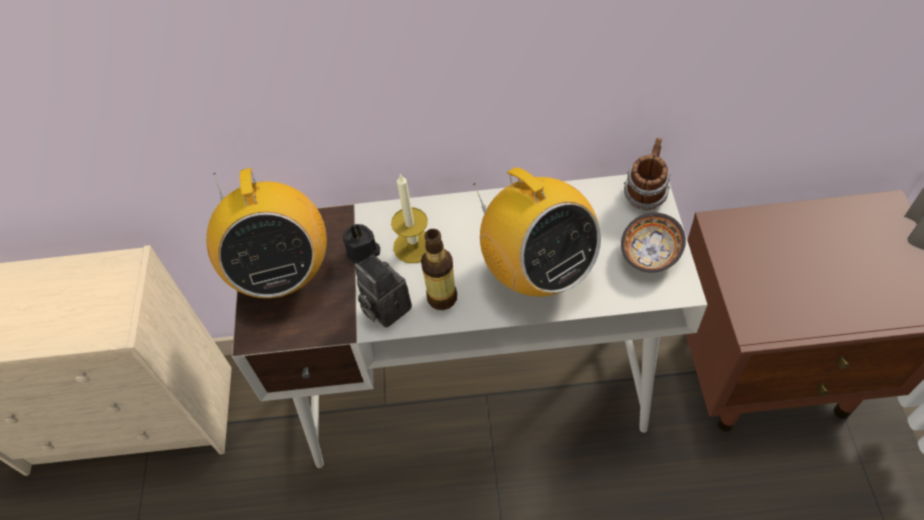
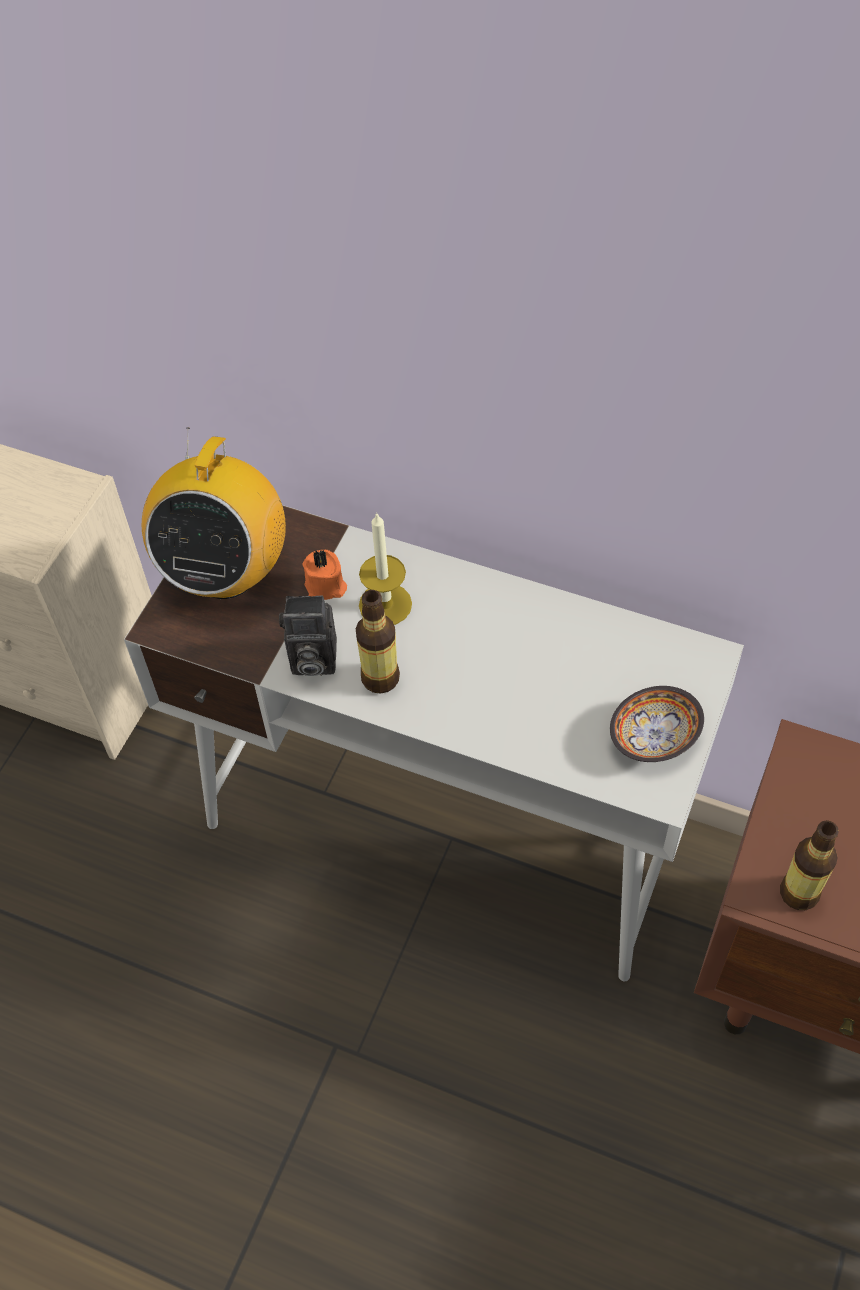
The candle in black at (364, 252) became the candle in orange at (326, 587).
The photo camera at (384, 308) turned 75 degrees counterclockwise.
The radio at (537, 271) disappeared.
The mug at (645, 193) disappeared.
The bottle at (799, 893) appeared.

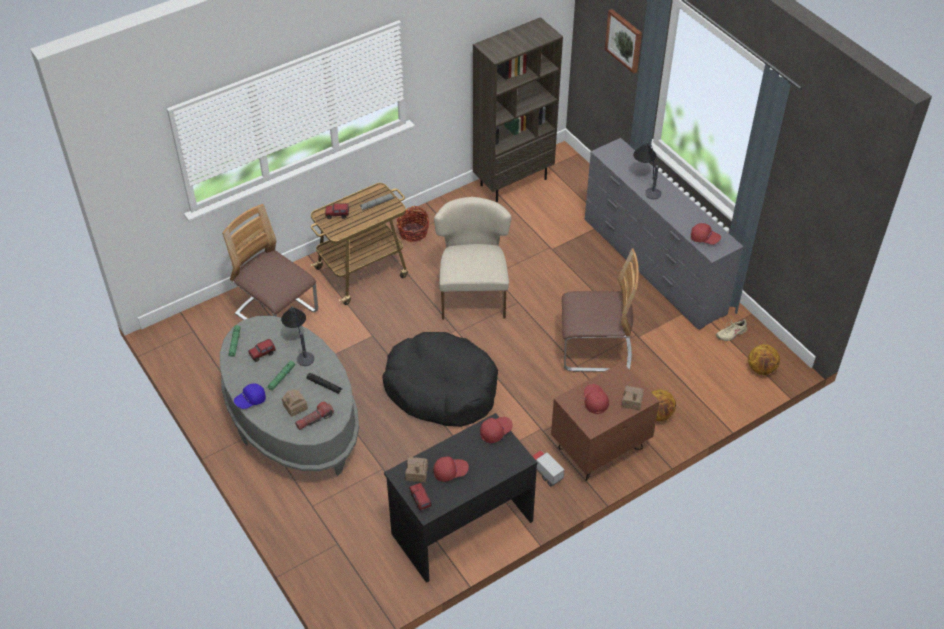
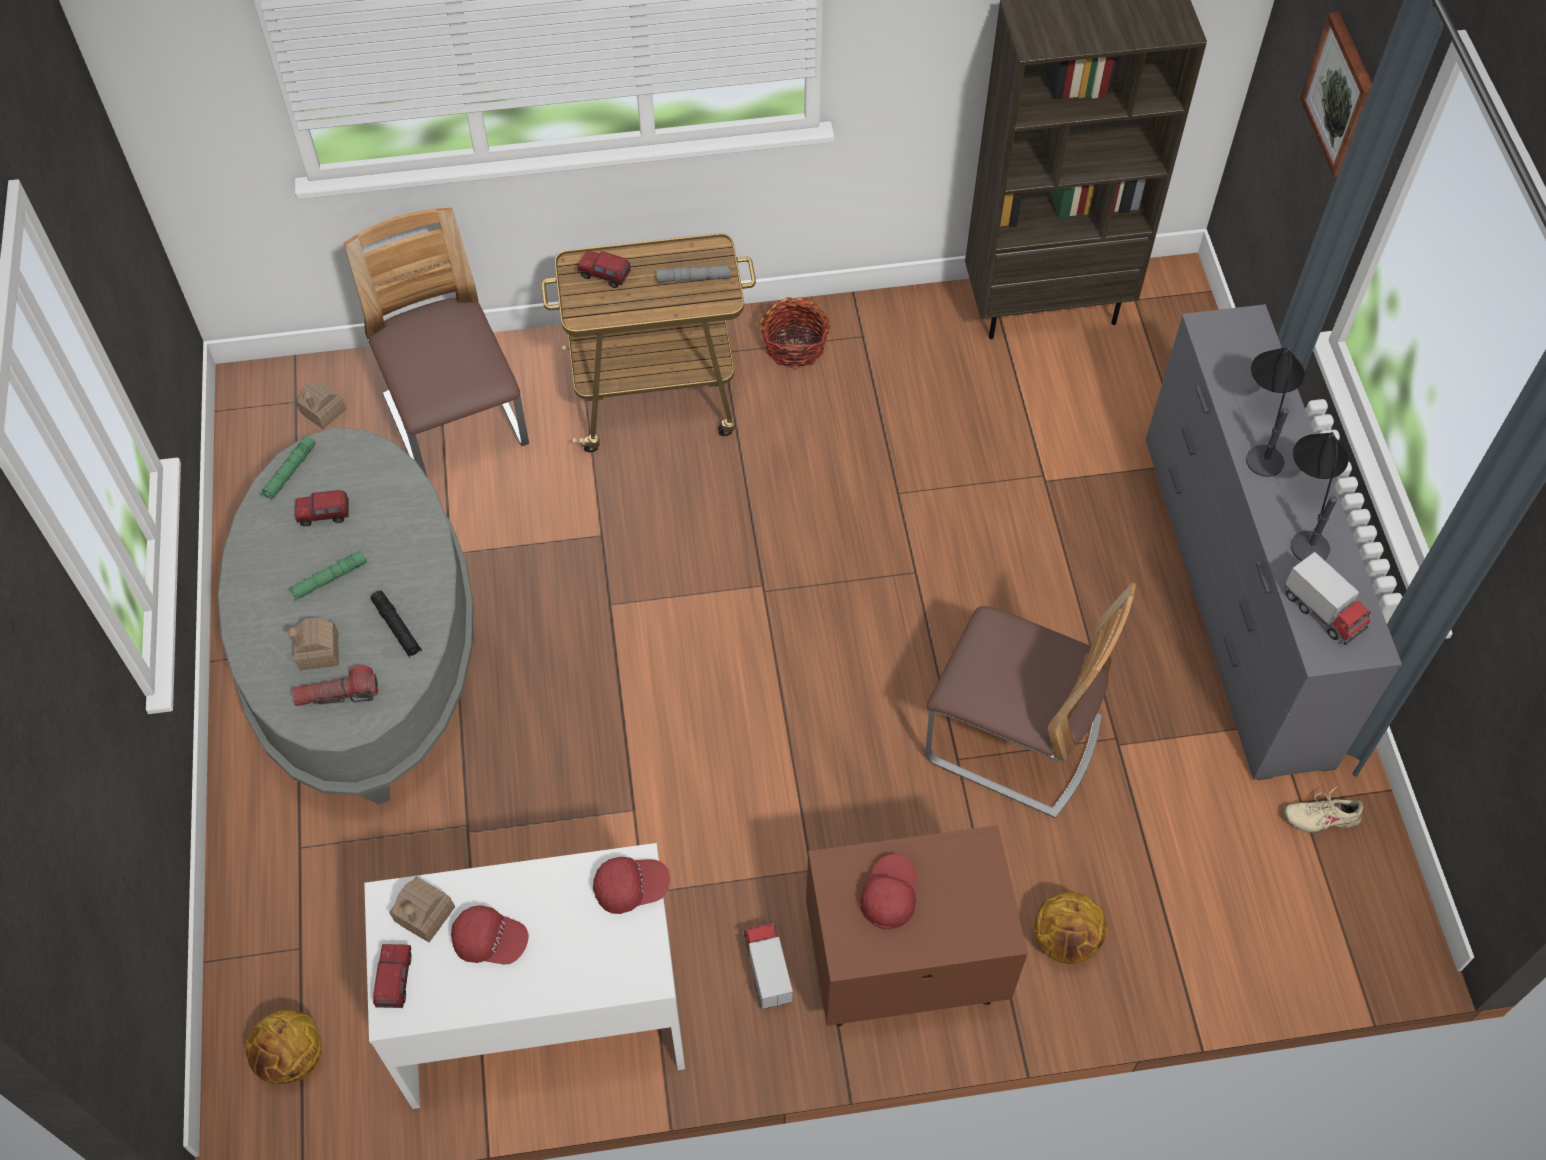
The cap in blue at (250, 400) disappeared.
The table lamp moved from (299, 346) to (1305, 514).
The dog bed in black at (441, 389) disappeared.
The desk in black at (461, 526) became the desk in white at (543, 1016).
The chair in beige at (473, 294) disappeared.
The toy house moved from (632, 401) to (323, 411).
The cap in red at (704, 238) was replaced by the toy truck at (1323, 612).
The basketball moved from (761, 369) to (292, 1058).

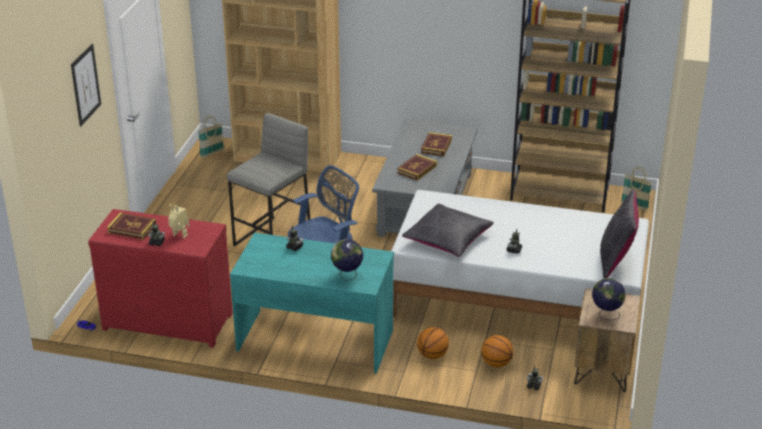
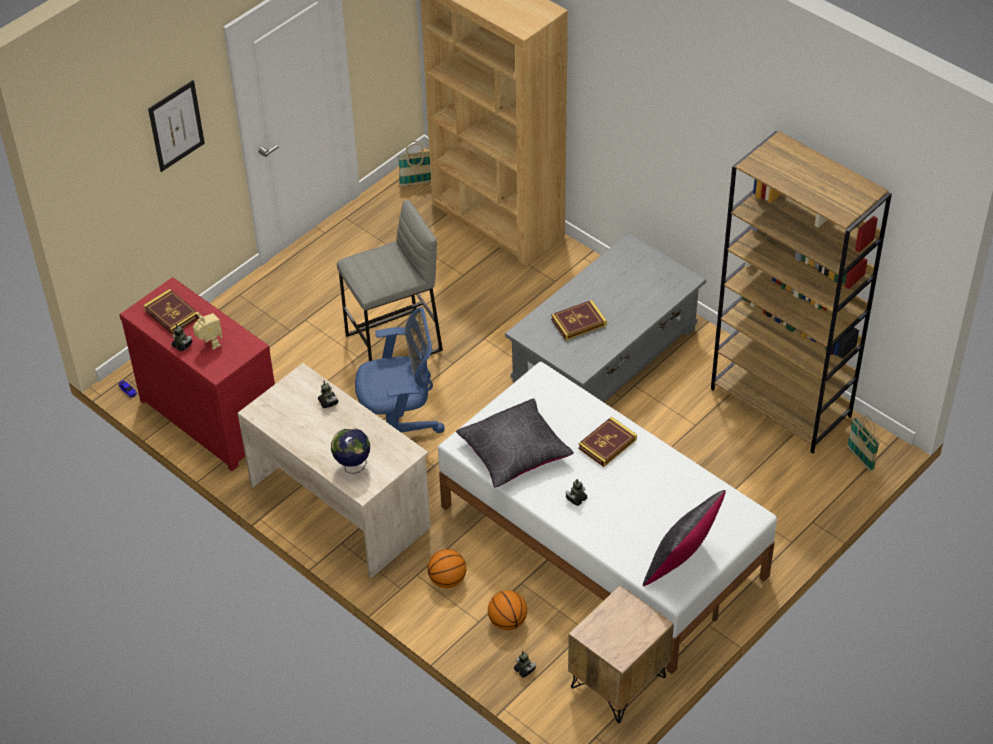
The desk in turquoise at (315, 340) became the desk in beige at (341, 505).
The book moved from (436, 146) to (607, 444).
The globe at (606, 314) disappeared.

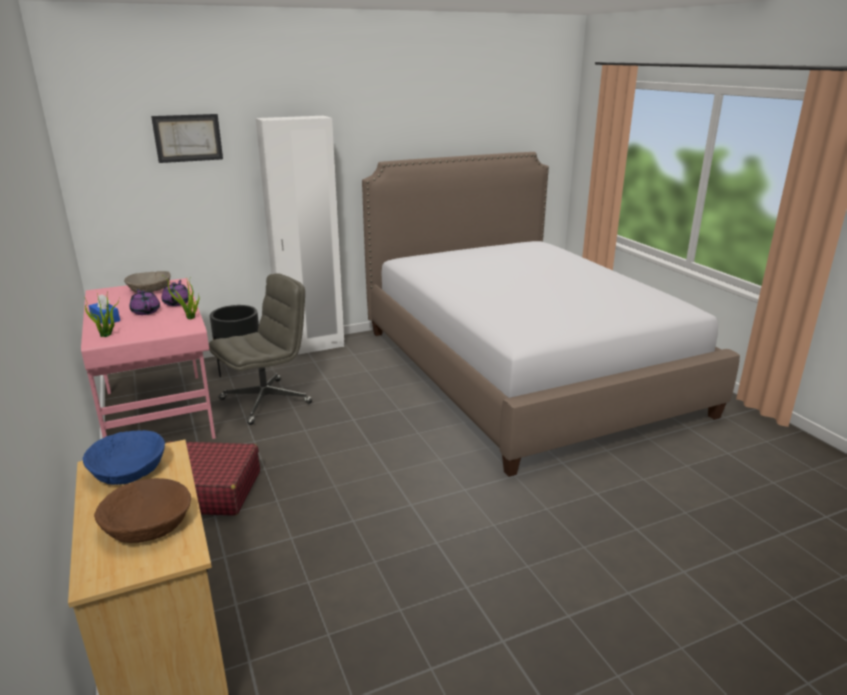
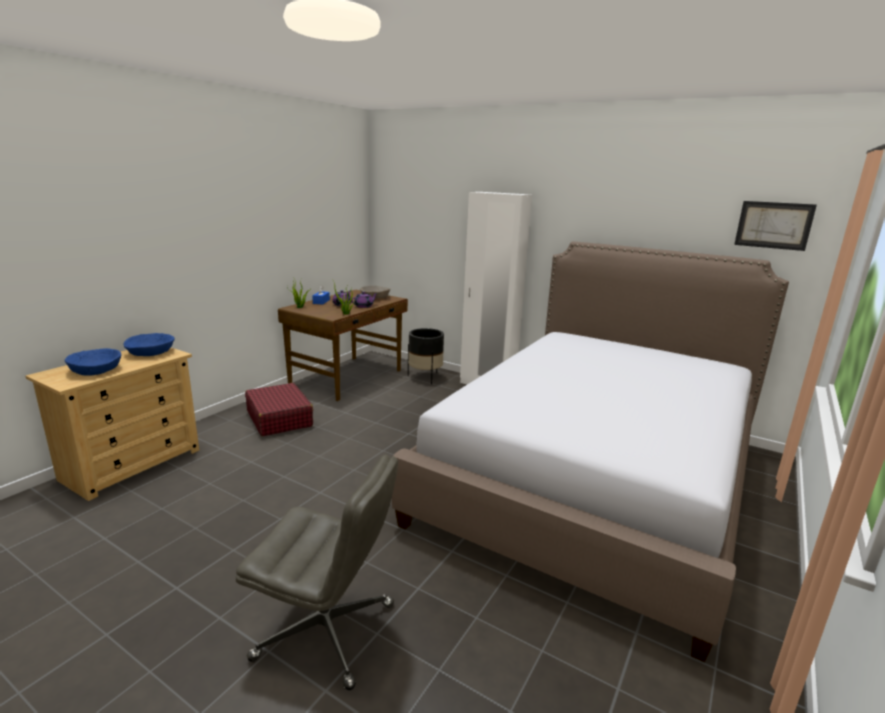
The desk in pink at (160, 412) became the desk in brown at (348, 377).
The bowl in brown at (147, 524) became the bowl in blue at (96, 370).
The picture moved from (188, 138) to (773, 225).
The office chair in grey moved from (266, 401) to (327, 631).

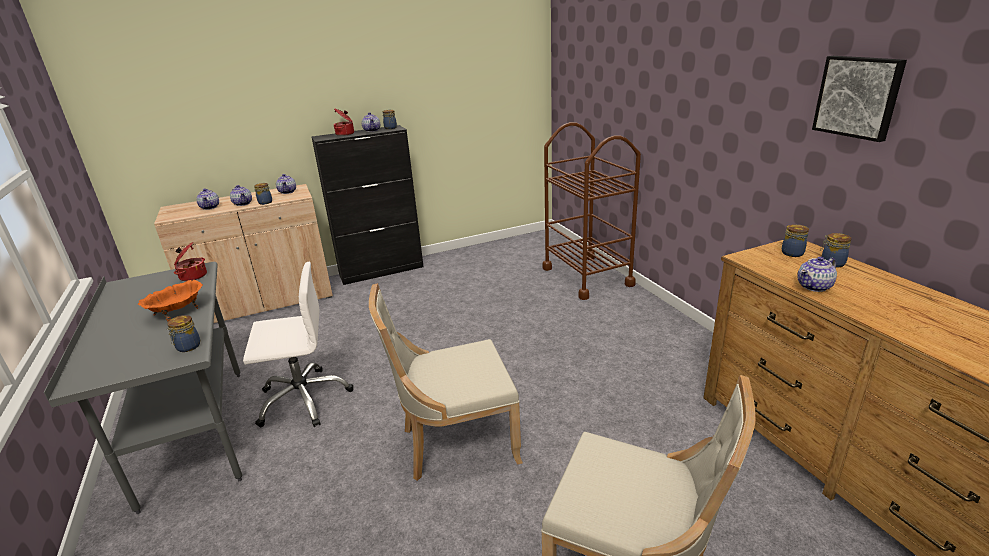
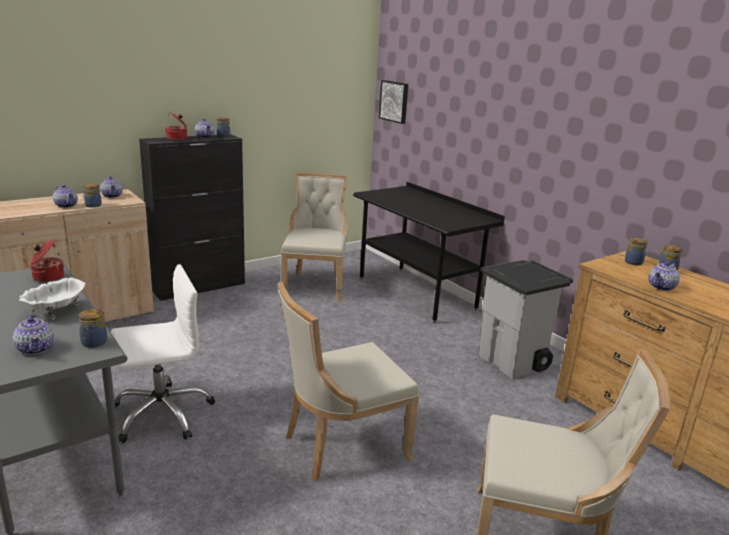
The bowl in orange at (178, 311) became the bowl in white at (56, 311).
The teapot moved from (210, 207) to (36, 348).
The cart in brown at (587, 276) was replaced by the desk in black at (416, 294).
The picture moved from (858, 97) to (394, 101).
The chair in beige at (315, 285) appeared.
The trash can in grey at (513, 362) appeared.

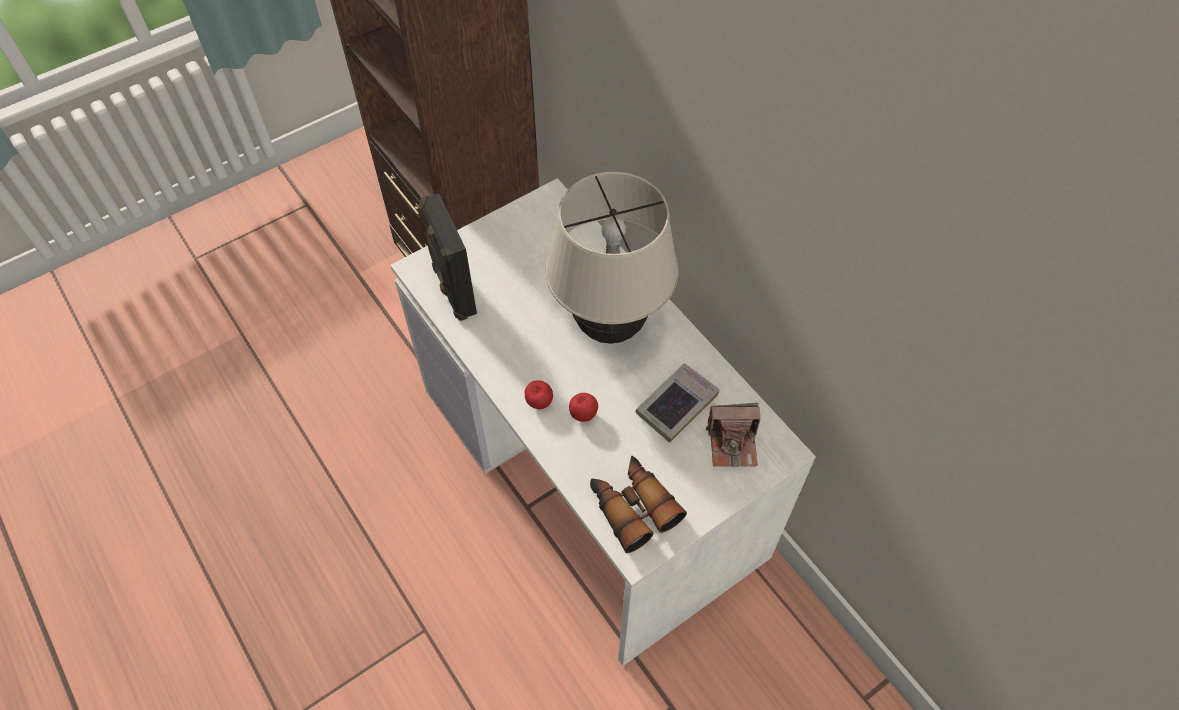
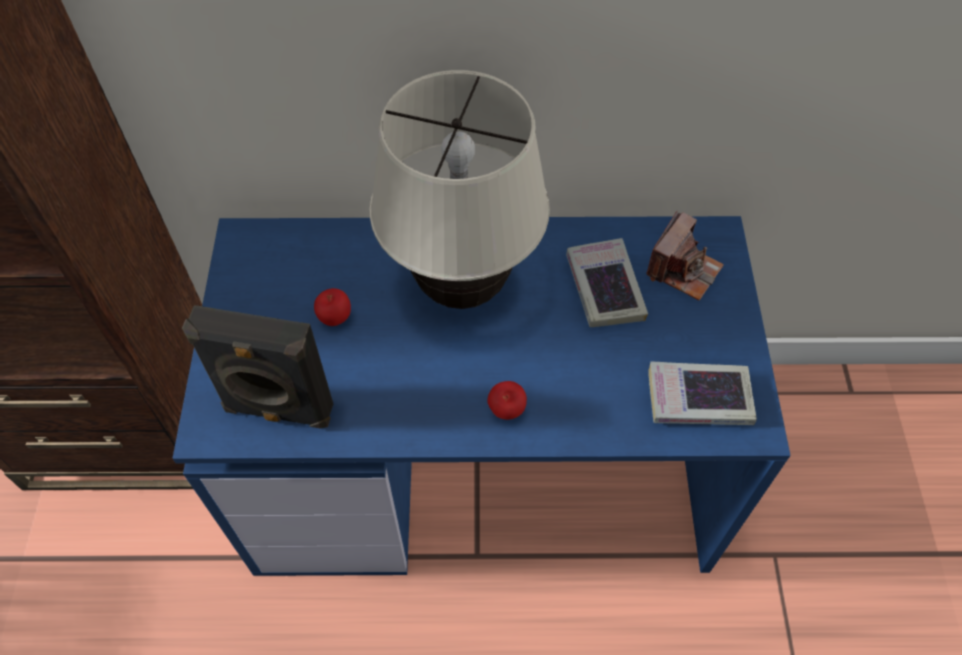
The desk in white at (593, 471) became the desk in blue at (484, 466).
The apple moved from (583, 415) to (335, 318).
The binoculars at (632, 507) was replaced by the book at (699, 399).

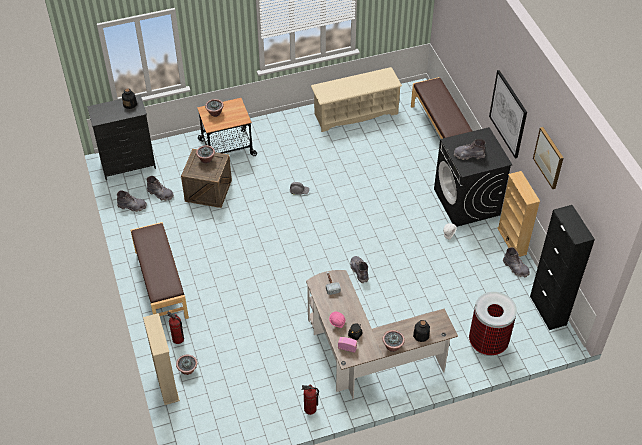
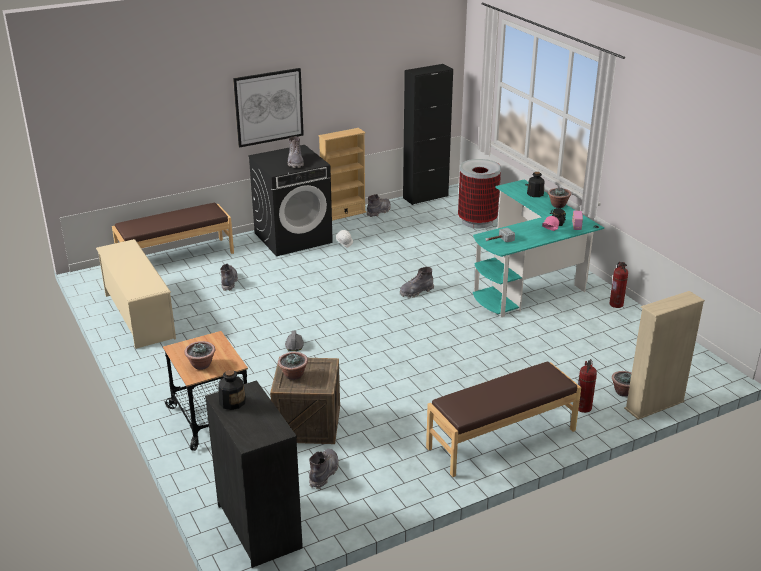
The boot in grey moved from (132, 206) to (229, 282).
The desk in brown at (365, 356) became the desk in turquoise at (530, 279).
The picture at (549, 157) disappeared.

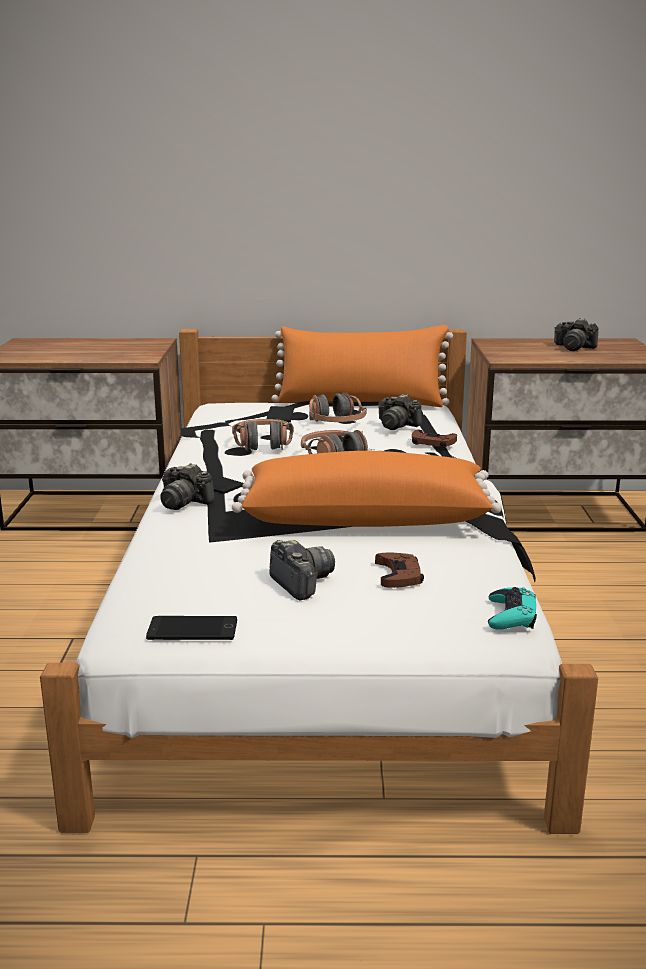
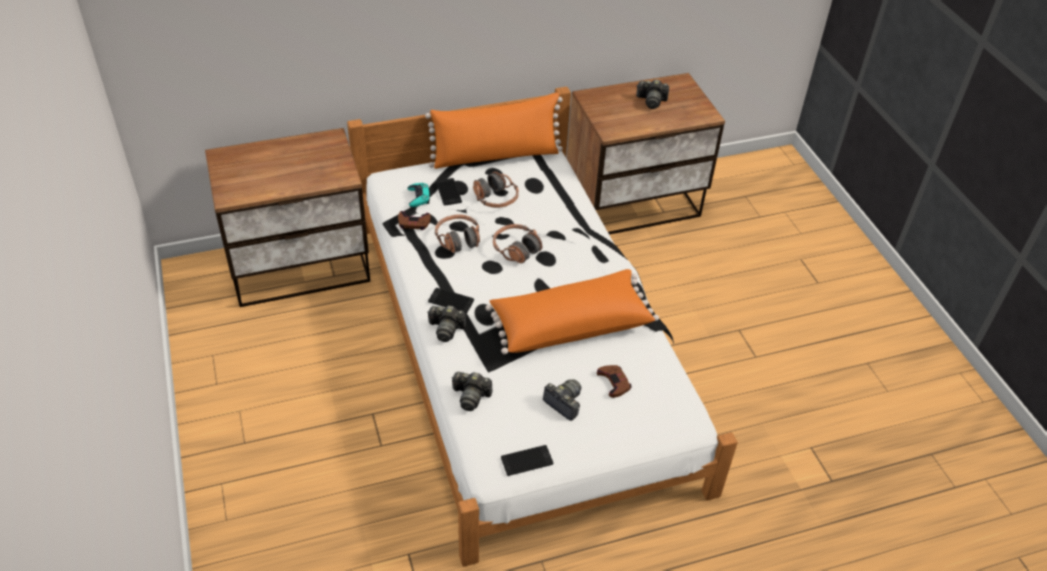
The photo camera moved from (396, 425) to (471, 396).
The game controller in brown moved from (432, 443) to (413, 223).
The game controller in turquoise moved from (511, 616) to (418, 197).

